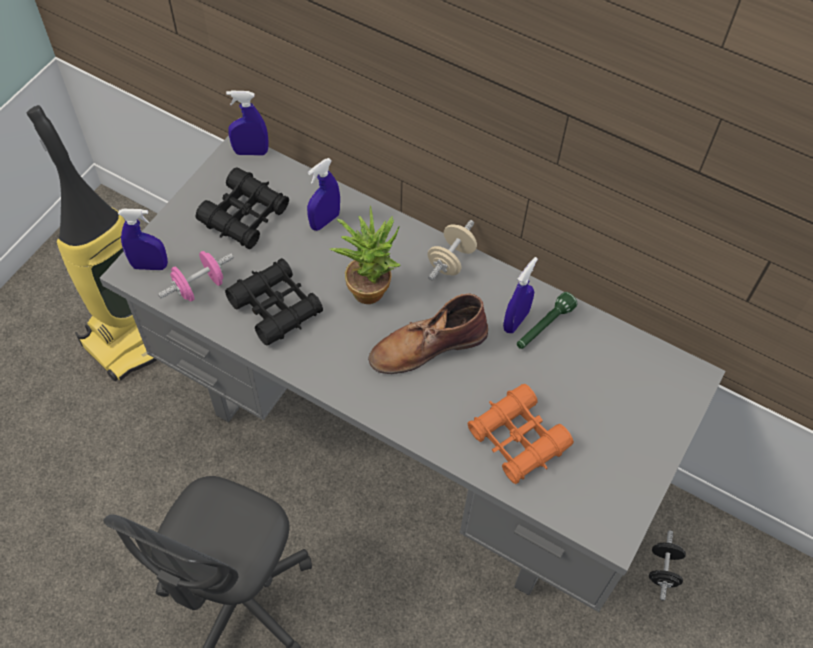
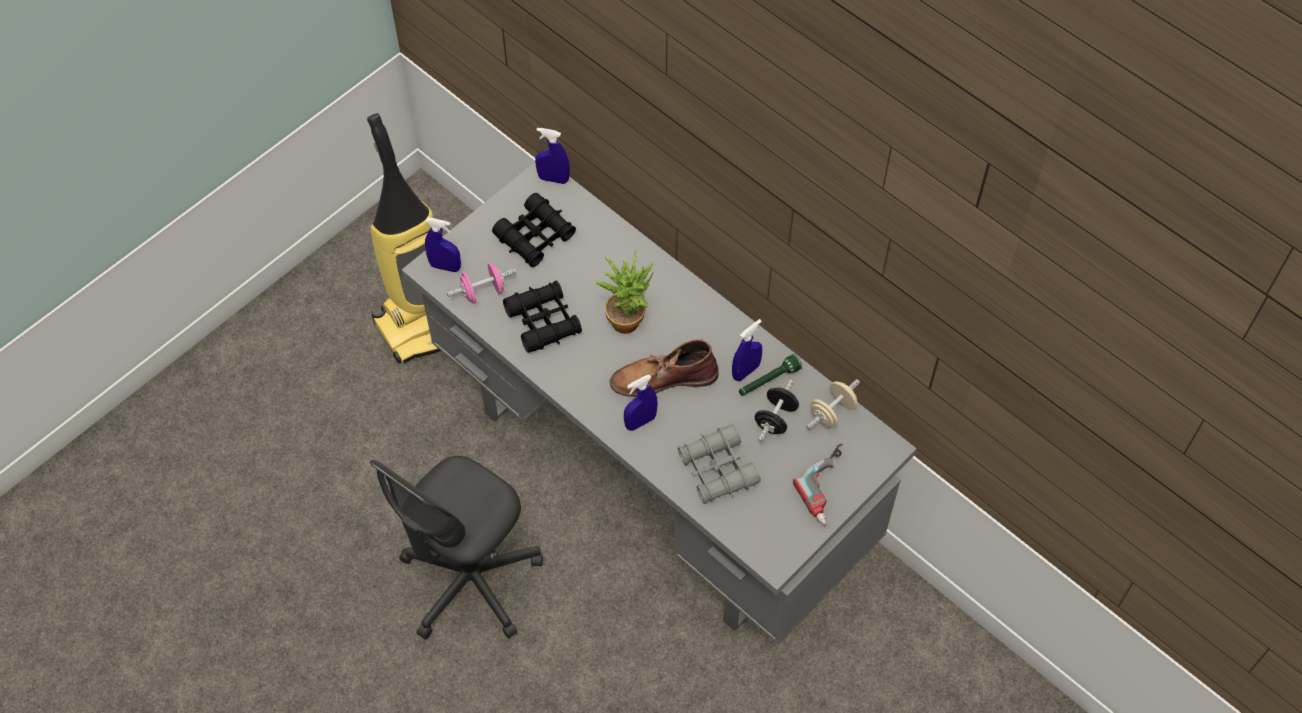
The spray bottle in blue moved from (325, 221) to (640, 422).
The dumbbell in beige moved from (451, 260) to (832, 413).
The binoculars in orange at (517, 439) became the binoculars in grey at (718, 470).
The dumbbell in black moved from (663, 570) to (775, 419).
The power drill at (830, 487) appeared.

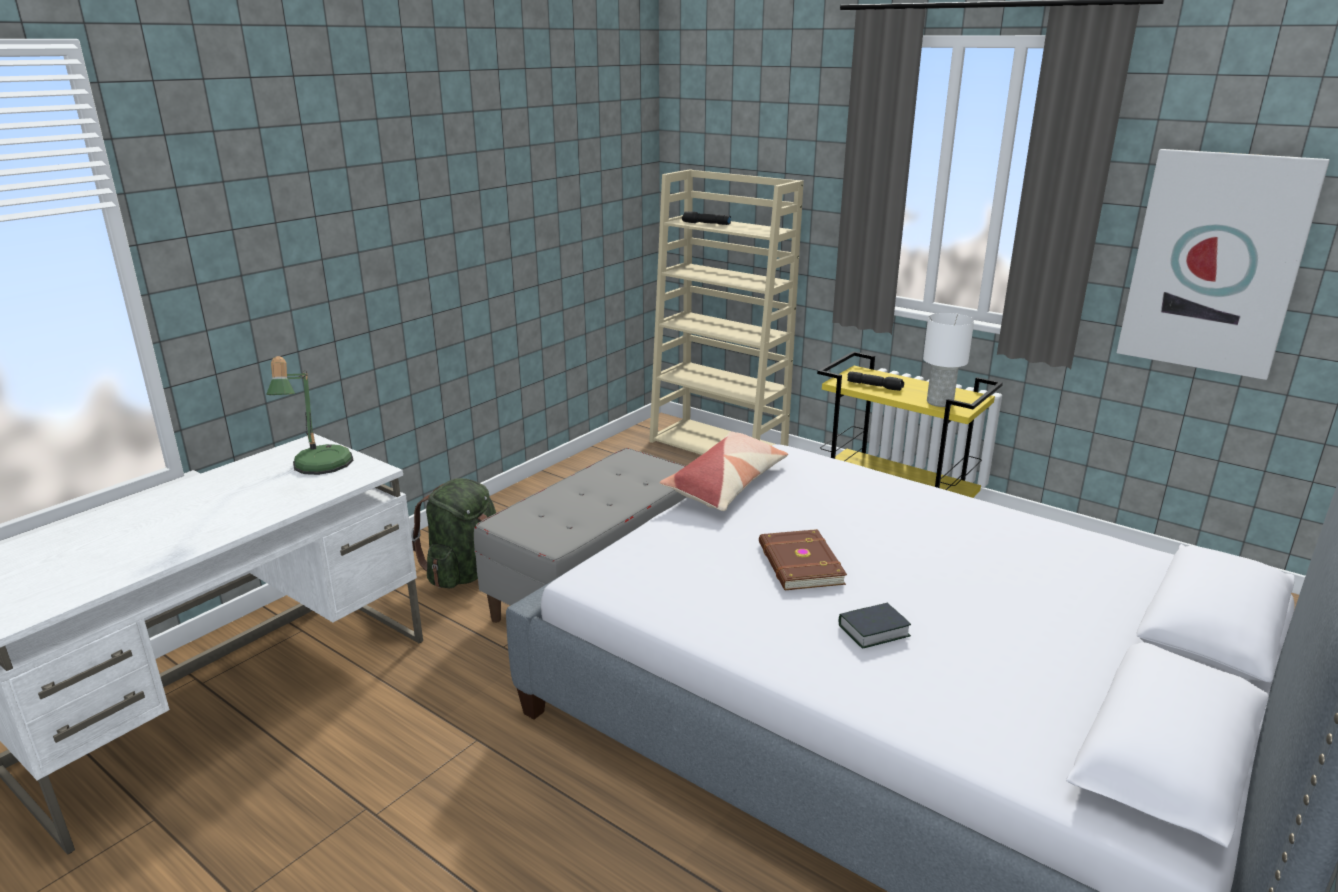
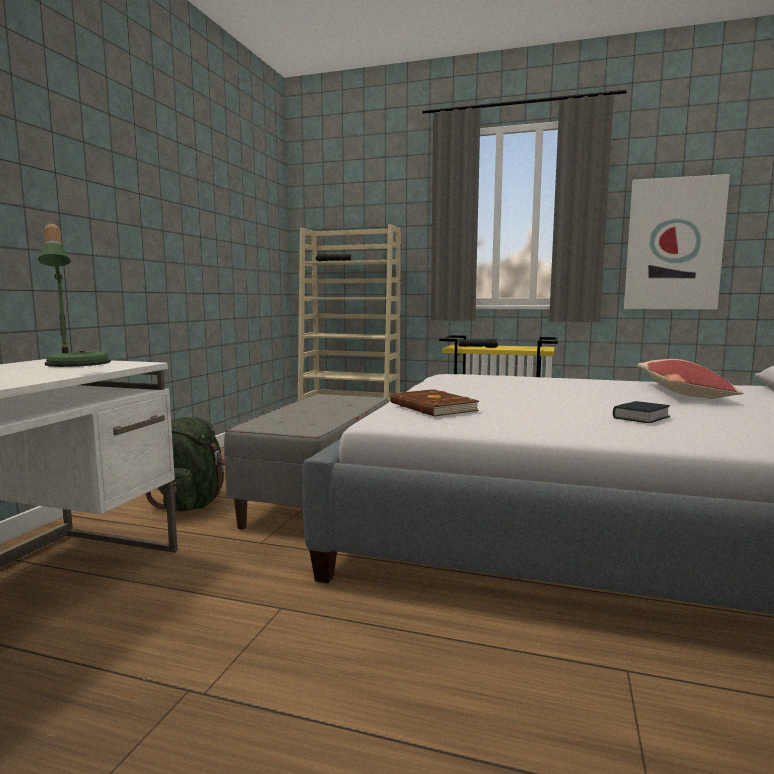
The pillow moved from (727, 484) to (681, 392).
The book in brown moved from (799, 564) to (432, 407).
The table lamp in white at (940, 402) disappeared.

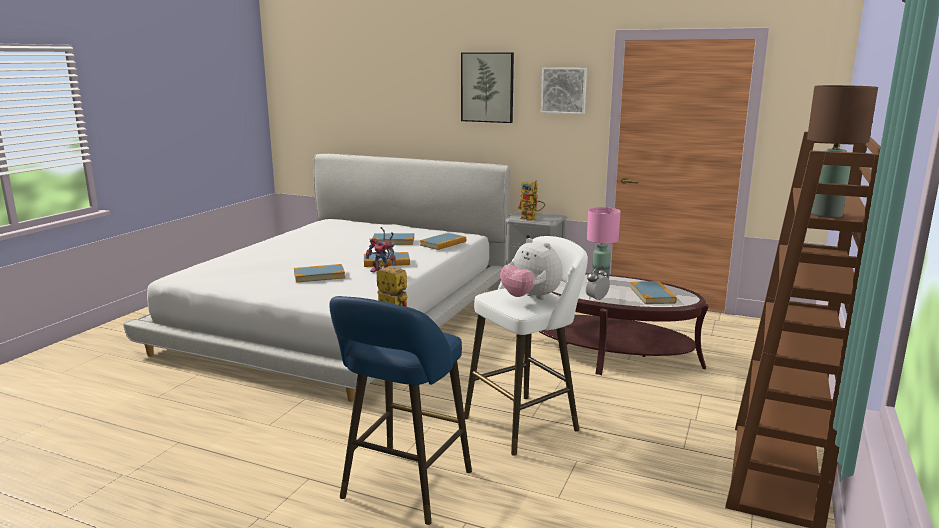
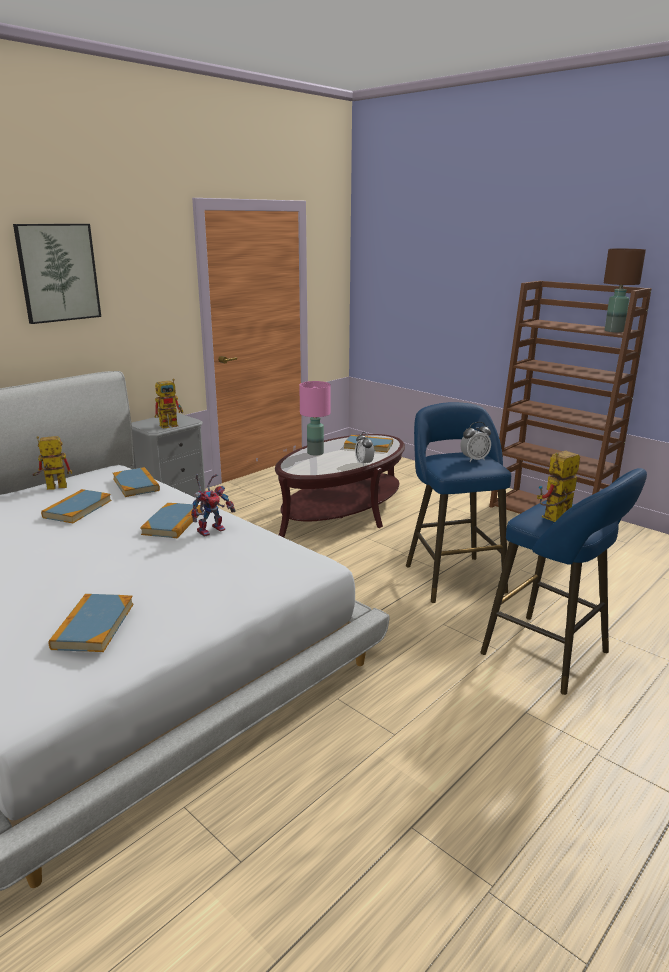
The book moved from (319, 275) to (93, 626).
The stool in white at (525, 422) became the stool in blue at (452, 576).
The plush toy at (530, 298) was replaced by the alarm clock at (474, 459).
The picture at (564, 90) disappeared.
The toy robot at (51, 488) appeared.

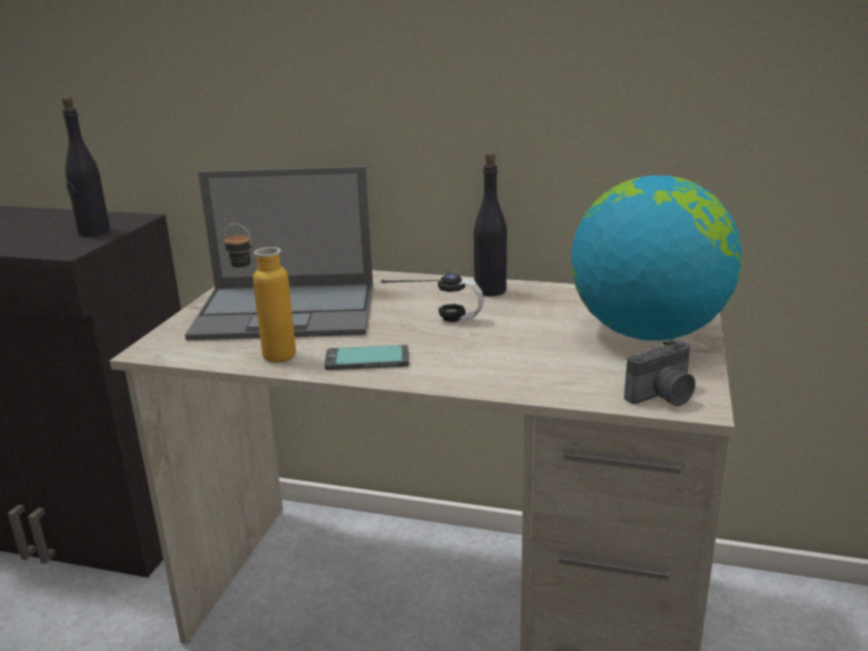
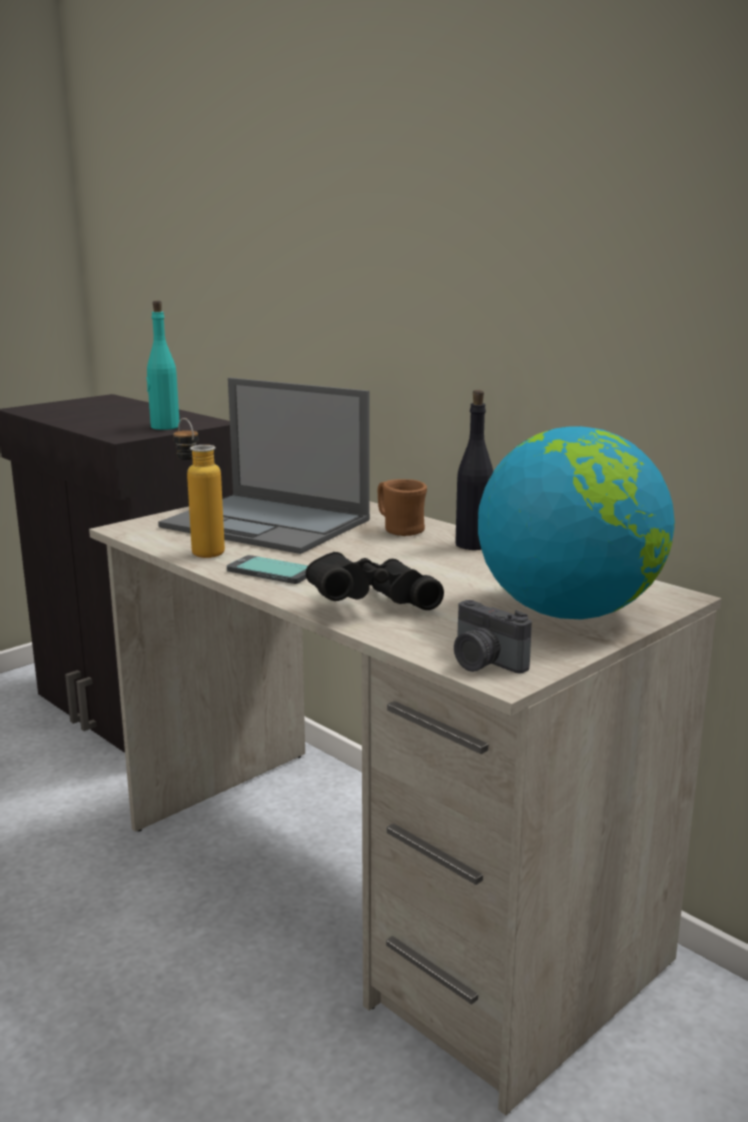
The bottle in black at (93, 232) became the bottle in turquoise at (164, 427).
The headphones at (436, 314) disappeared.
The photo camera at (663, 396) turned 45 degrees clockwise.
The binoculars in black at (369, 605) appeared.
The mug in brown at (399, 530) appeared.

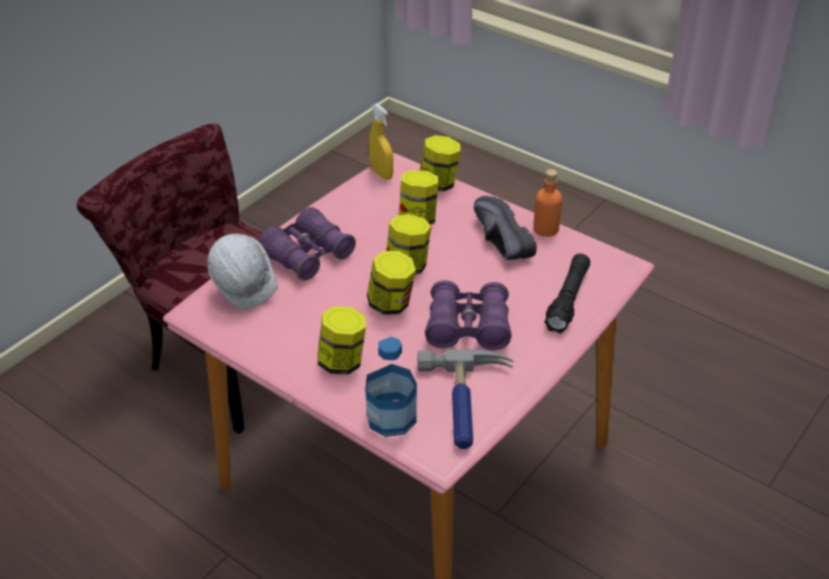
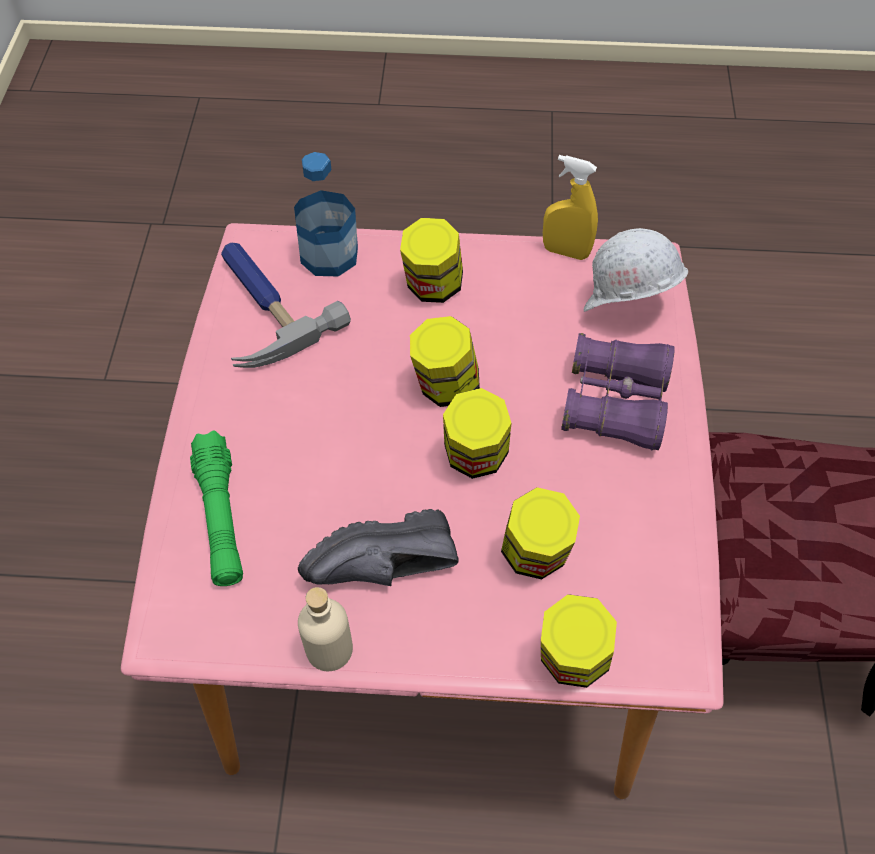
The spray bottle in yellow moved from (381, 174) to (566, 252).
The binoculars in purple at (468, 327) disappeared.
The shoe in black at (496, 243) turned 135 degrees clockwise.
The bottle in orange at (546, 229) became the bottle in beige at (329, 649).
The flashlight in black at (568, 300) became the flashlight in green at (220, 516).

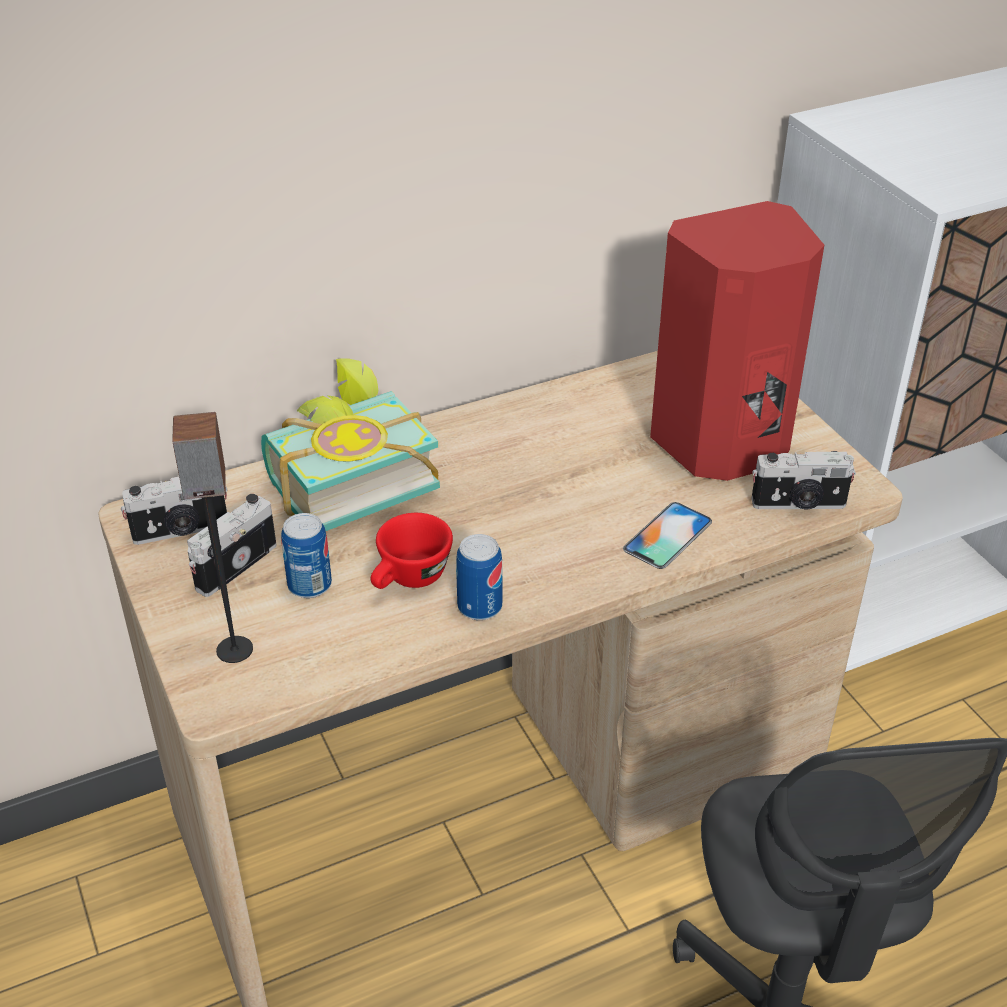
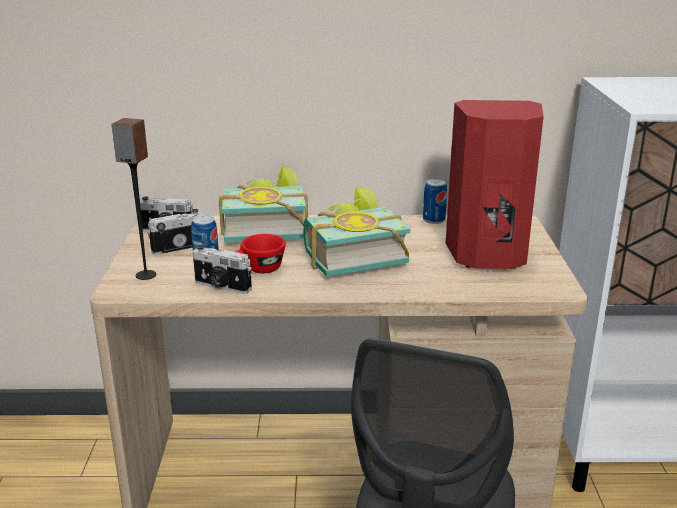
The can moved from (479, 607) to (433, 220).
The phone at (667, 536) disappeared.
The photo camera moved from (799, 504) to (222, 286).
The book at (351, 256) appeared.

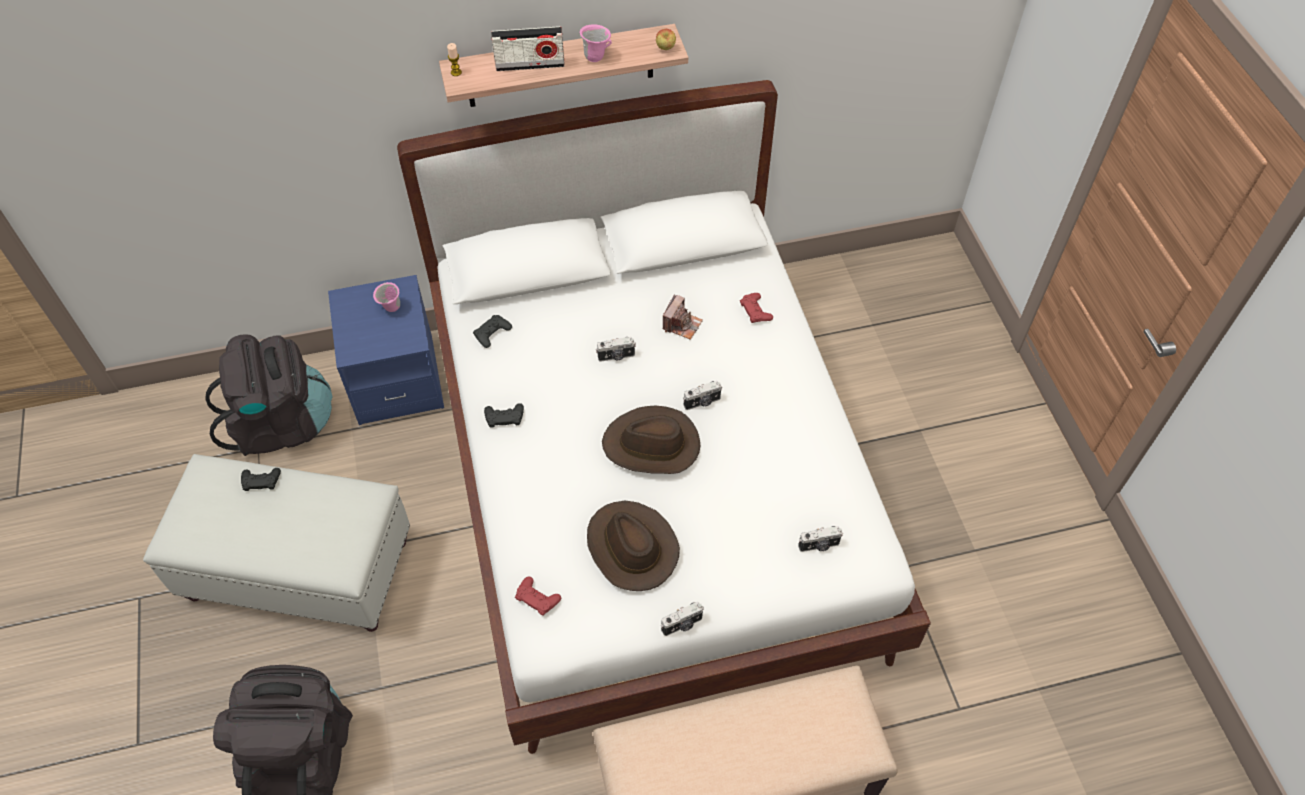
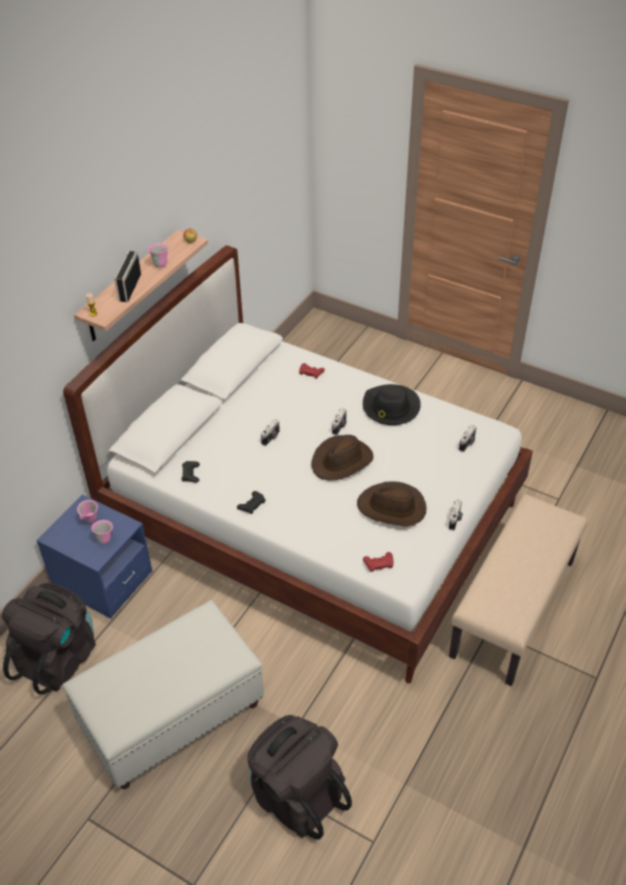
The game controller in black at (261, 481) disappeared.
The radio at (530, 65) turned 150 degrees clockwise.
The photo camera at (682, 324) disappeared.
The mug in pink at (105, 539) appeared.
The hat in black at (390, 407) appeared.

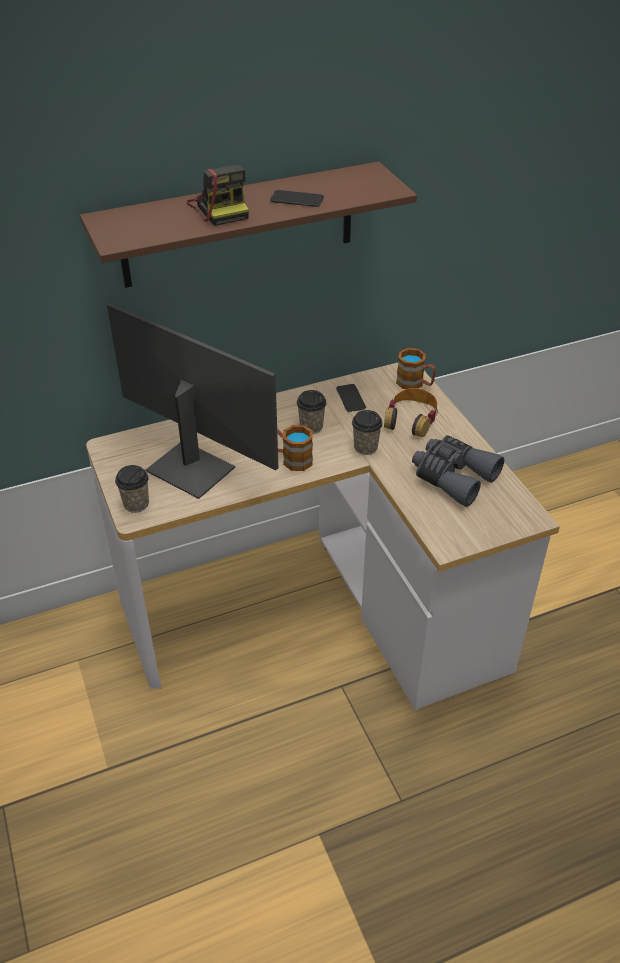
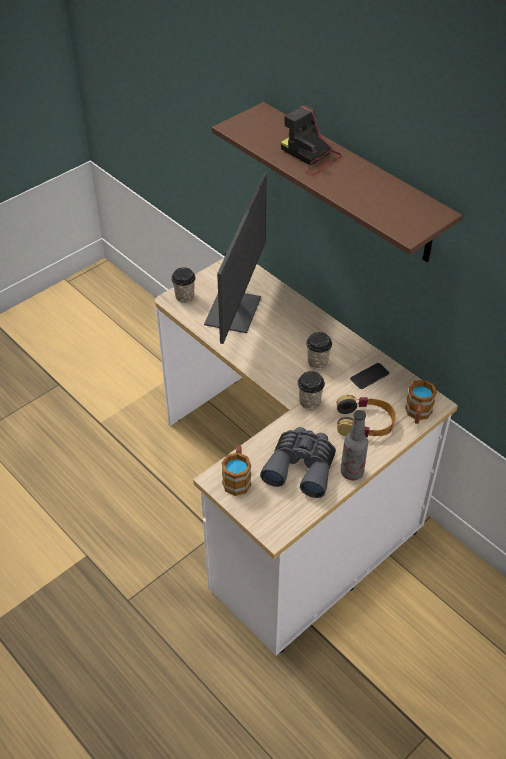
The photo camera at (220, 209) turned 90 degrees clockwise.
The phone at (297, 199) disappeared.
The mug moved from (291, 459) to (237, 478).
The bottle at (352, 472) appeared.

